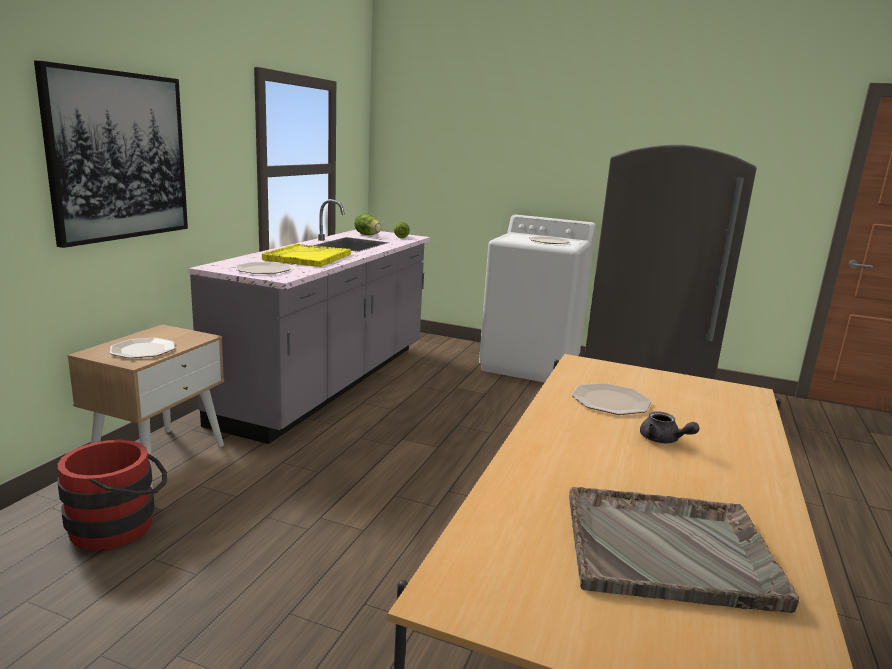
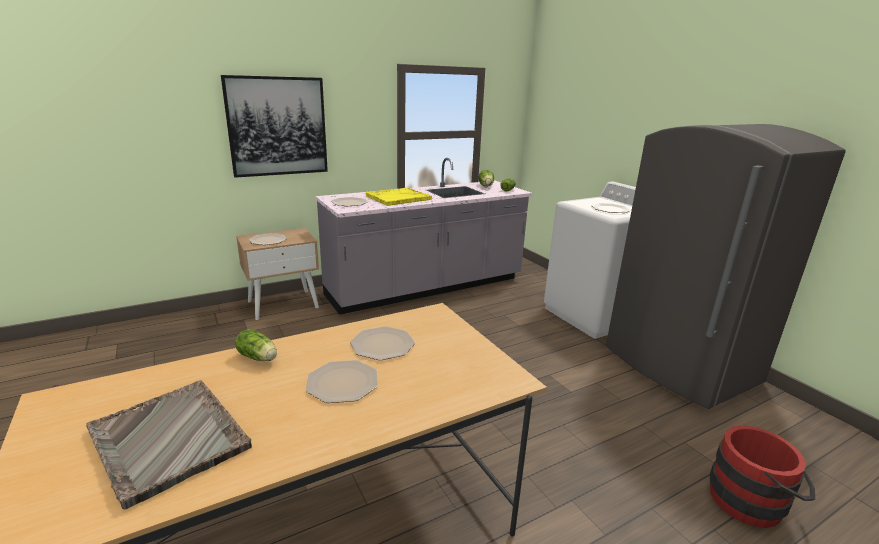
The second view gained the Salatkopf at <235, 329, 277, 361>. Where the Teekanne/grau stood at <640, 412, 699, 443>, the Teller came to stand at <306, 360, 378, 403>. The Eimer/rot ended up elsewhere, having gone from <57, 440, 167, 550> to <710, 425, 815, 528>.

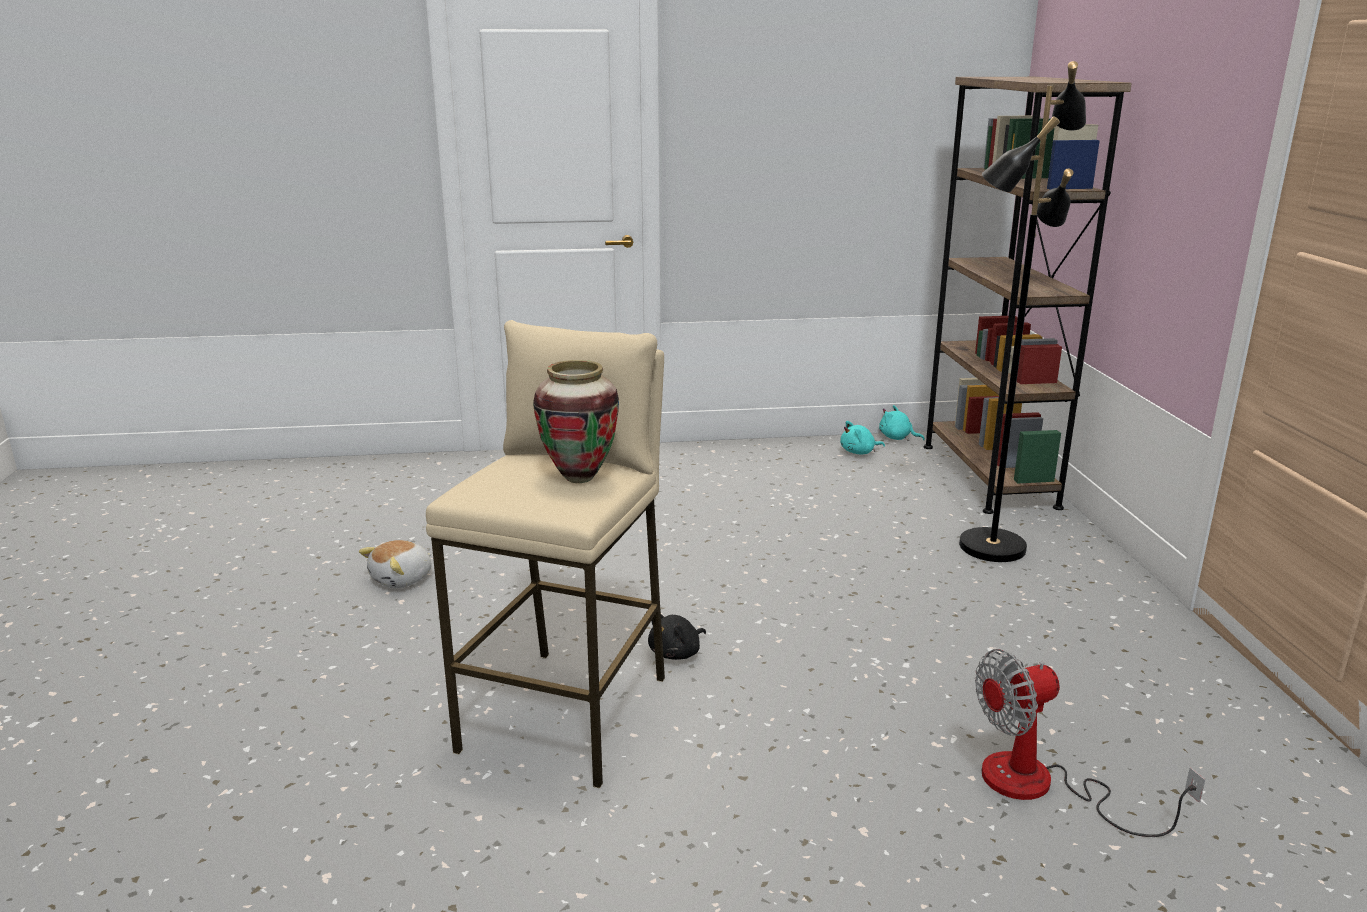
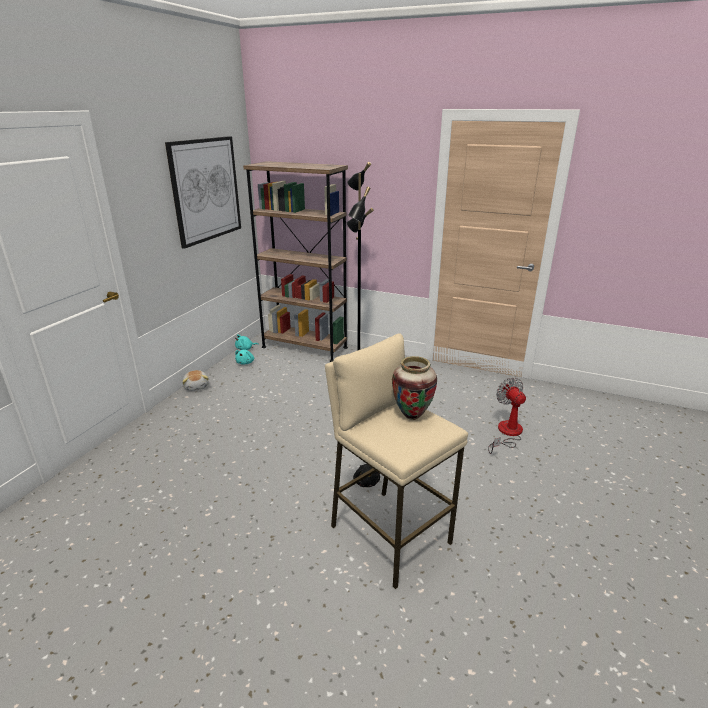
The second view gained the Bild at <165, 136, 241, 249>. The Plüschtier ended up elsewhere, having gone from <359, 540, 432, 588> to <182, 370, 209, 391>. The Ventilator at <975, 649, 1205, 837> ended up facing another way, 150 degrees clockwise from before.

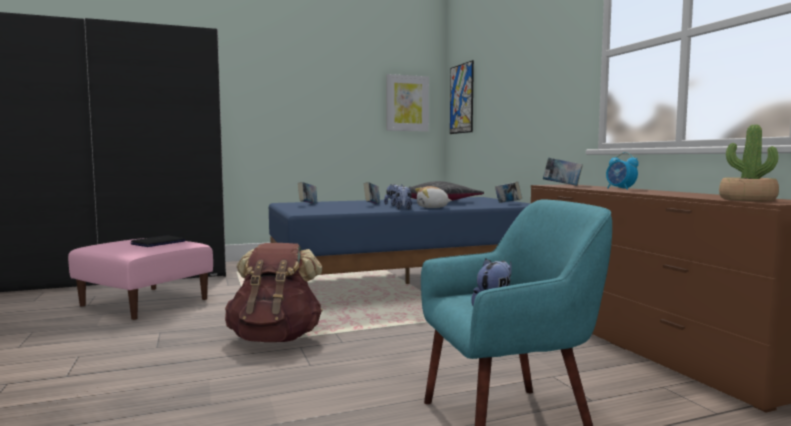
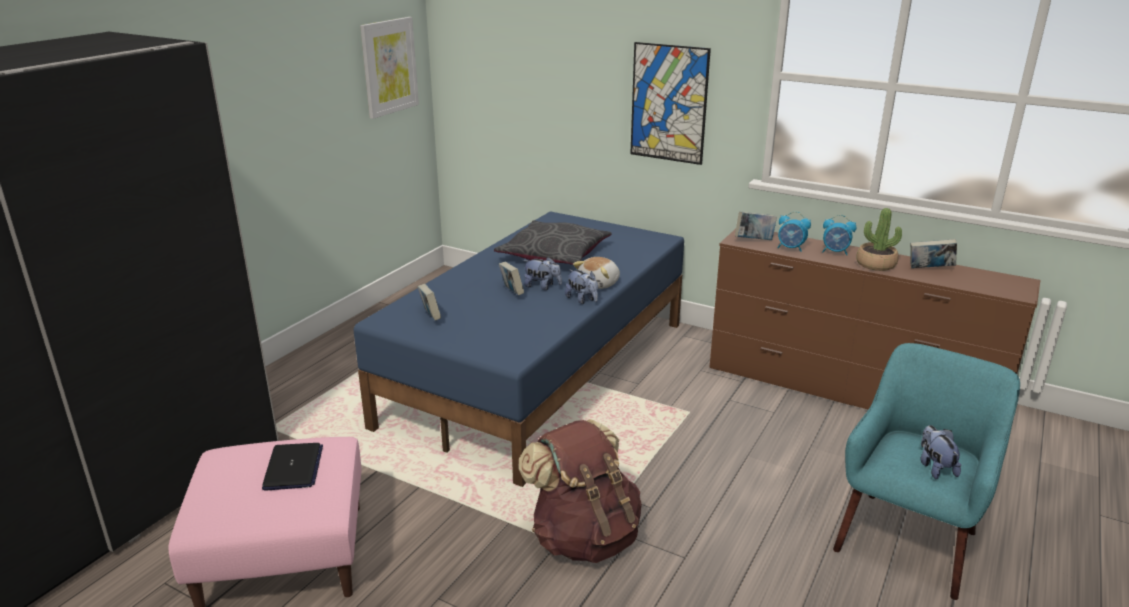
The Bild ended up elsewhere, having gone from <450, 60, 474, 134> to <630, 42, 711, 165>. The second view gained the Wecker at <777, 211, 811, 252>. The Topfpflanze ended up elsewhere, having gone from <719, 125, 779, 202> to <857, 208, 902, 271>. The Buch ended up elsewhere, having gone from <495, 181, 522, 203> to <910, 239, 957, 268>.

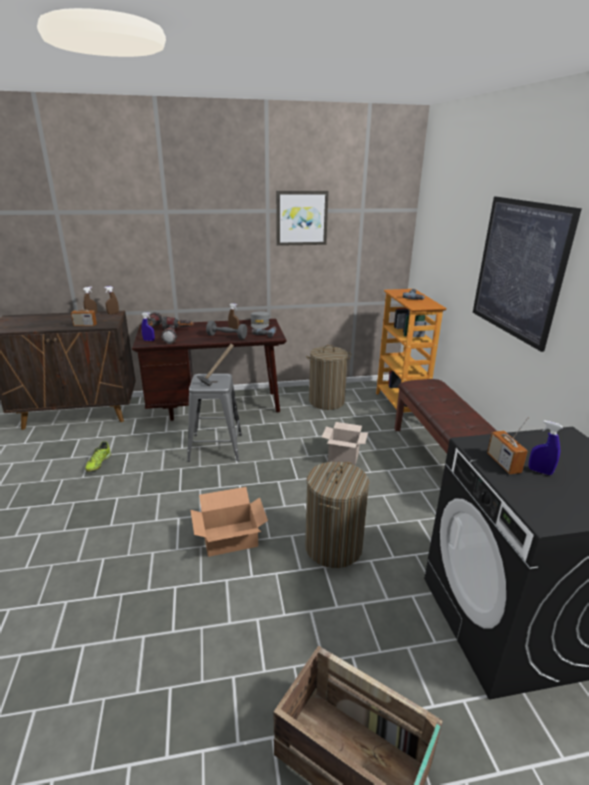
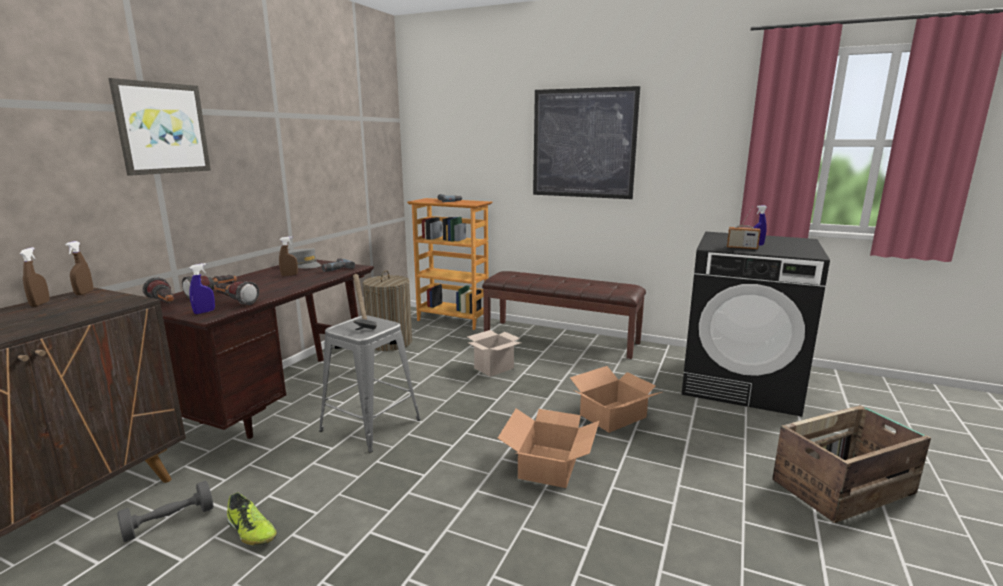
The Bild ended up elsewhere, having gone from <276, 191, 329, 246> to <108, 78, 211, 176>. The Hantel/grau ended up elsewhere, having gone from <206, 321, 247, 339> to <117, 481, 213, 542>. Where the Wäschekorb stood at <305, 462, 370, 568>, the Karton came to stand at <570, 366, 662, 433>. The second view lost the Radio at <71, 297, 97, 326>.

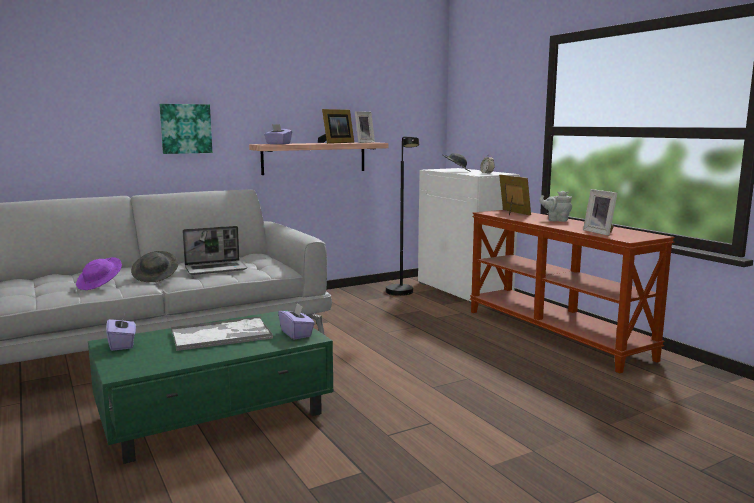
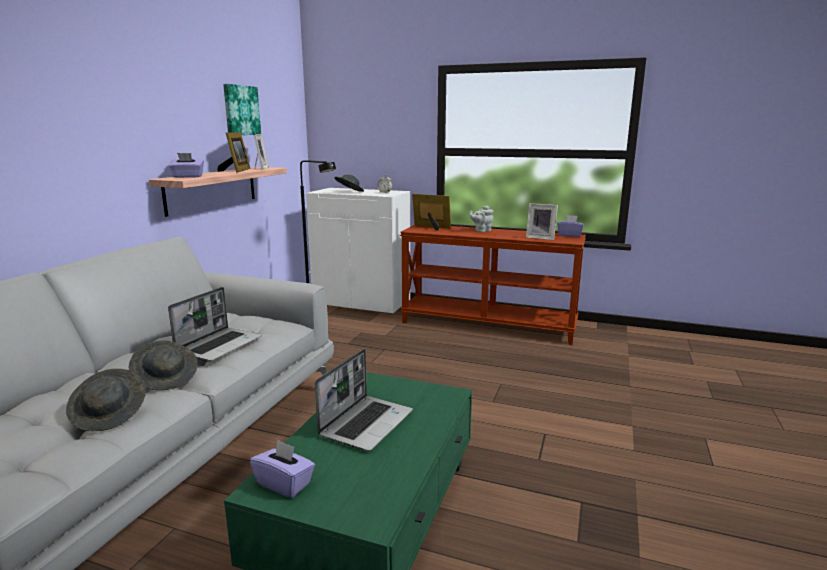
What was the Hut/lila at <76, 257, 122, 290> turned into the Hut/grau at <66, 369, 146, 431>. The Bild ended up elsewhere, having gone from <159, 104, 212, 154> to <223, 84, 261, 135>. Where the Tablett stood at <171, 316, 273, 351>, the Laptop came to stand at <315, 349, 413, 451>. The Taschentuchbox/lila ended up elsewhere, having gone from <278, 303, 315, 340> to <557, 215, 584, 237>.

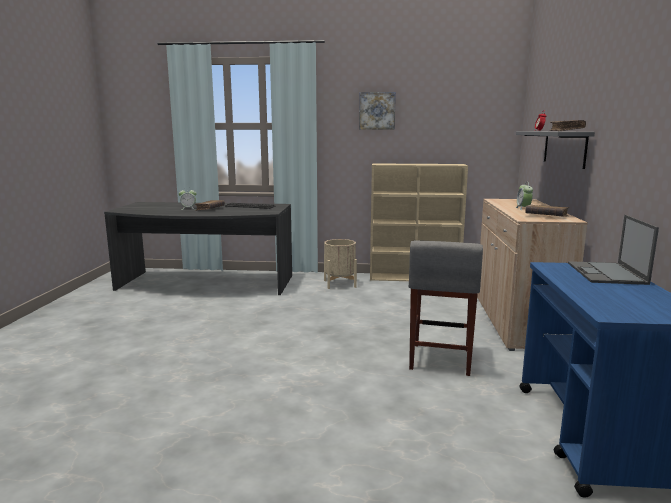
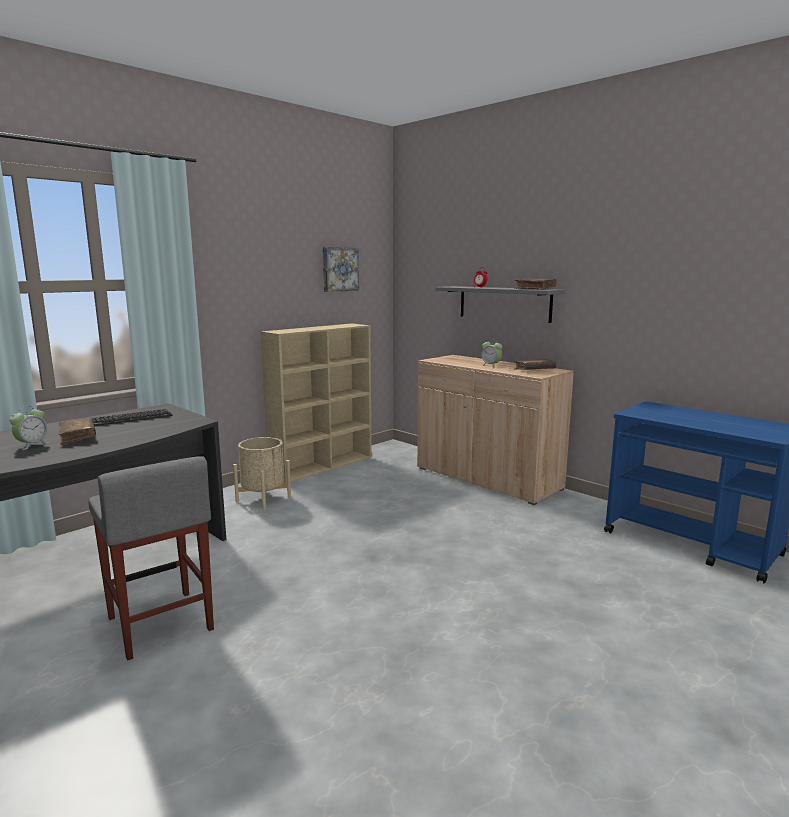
The Hocker/grau ended up elsewhere, having gone from <409, 240, 483, 376> to <88, 456, 214, 661>. The Bild ended up elsewhere, having gone from <359, 92, 396, 130> to <323, 247, 359, 292>. The second view lost the Laptop at <568, 215, 659, 285>.

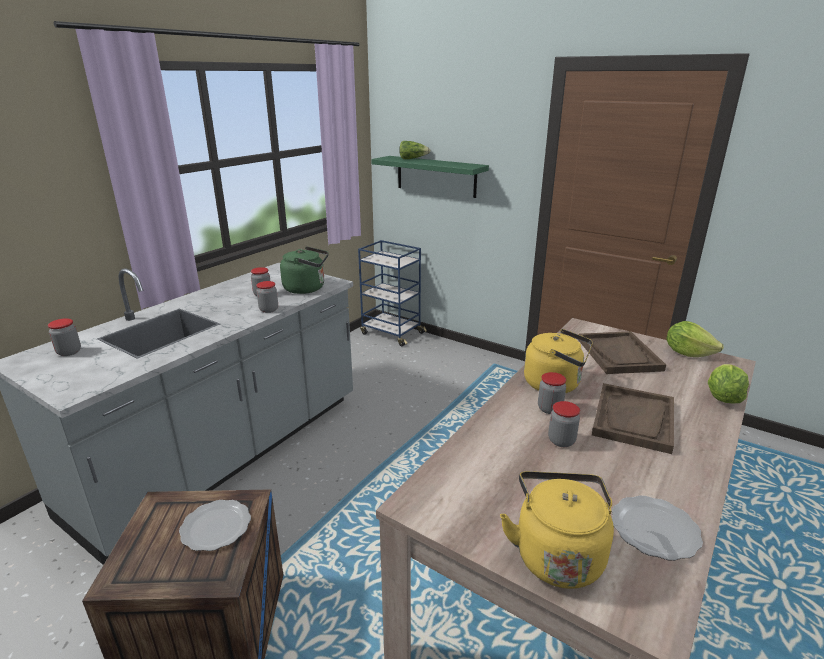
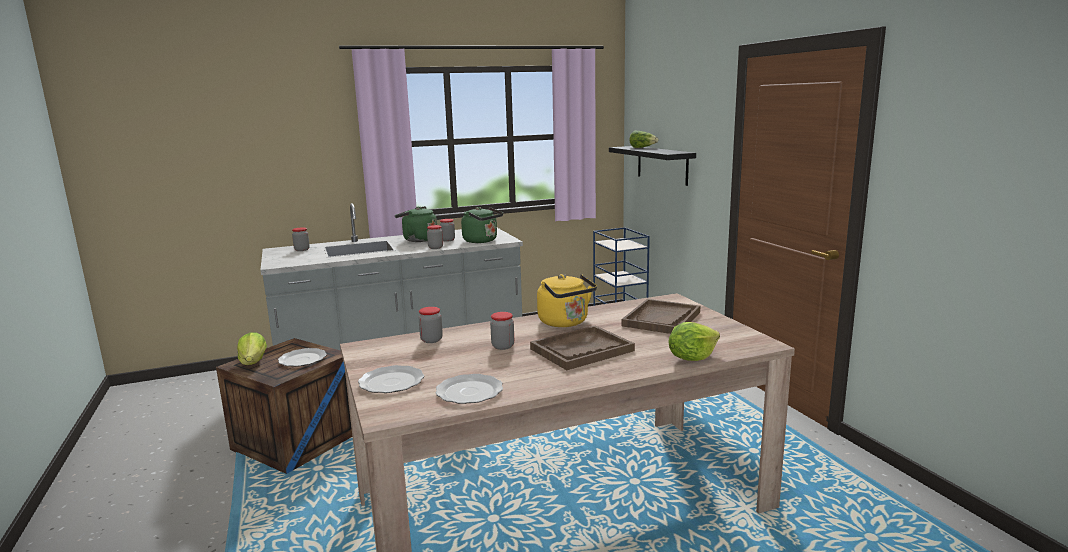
The Salatkopf ended up elsewhere, having gone from <667, 321, 724, 357> to <237, 333, 267, 365>. Where the Wasserkessel/gelb stood at <500, 471, 614, 589>, the Teller came to stand at <358, 365, 424, 393>. The second view gained the Wasserkessel/grün at <395, 206, 437, 242>. The Vorratsglas ended up elsewhere, having gone from <538, 372, 566, 414> to <419, 307, 443, 343>. What was the Wandregal/grün at <371, 156, 489, 198> turned into the Wandregal/schwarz at <609, 146, 696, 186>.

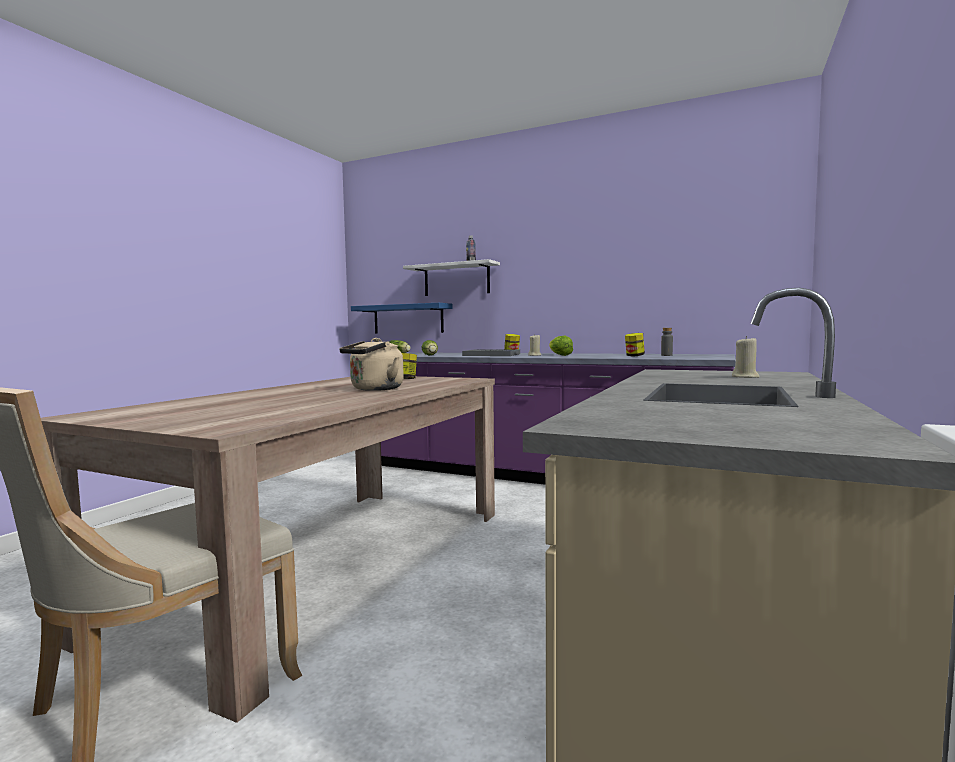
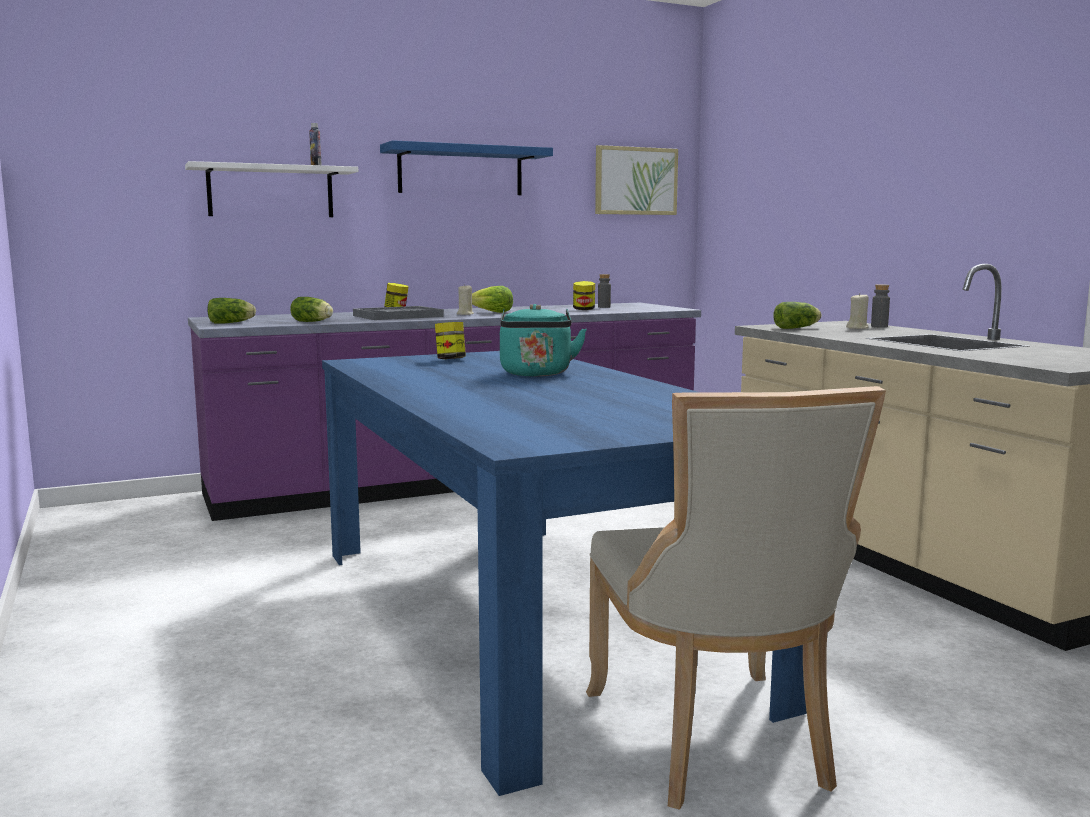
What was the Esstisch/beige at <41, 376, 495, 723> turned into the Esstisch/blau at <322, 351, 807, 796>. The Wandregal/blau ended up elsewhere, having gone from <351, 303, 452, 333> to <380, 140, 553, 195>. What was the Wasserkessel/beige at <339, 338, 404, 391> turned into the Wasserkessel/türkis at <500, 304, 587, 377>. The second view gained the Bild at <595, 145, 678, 215>. The second view gained the Salatkopf at <773, 302, 822, 329>. The second view gained the Flasche/grau at <871, 284, 890, 327>.

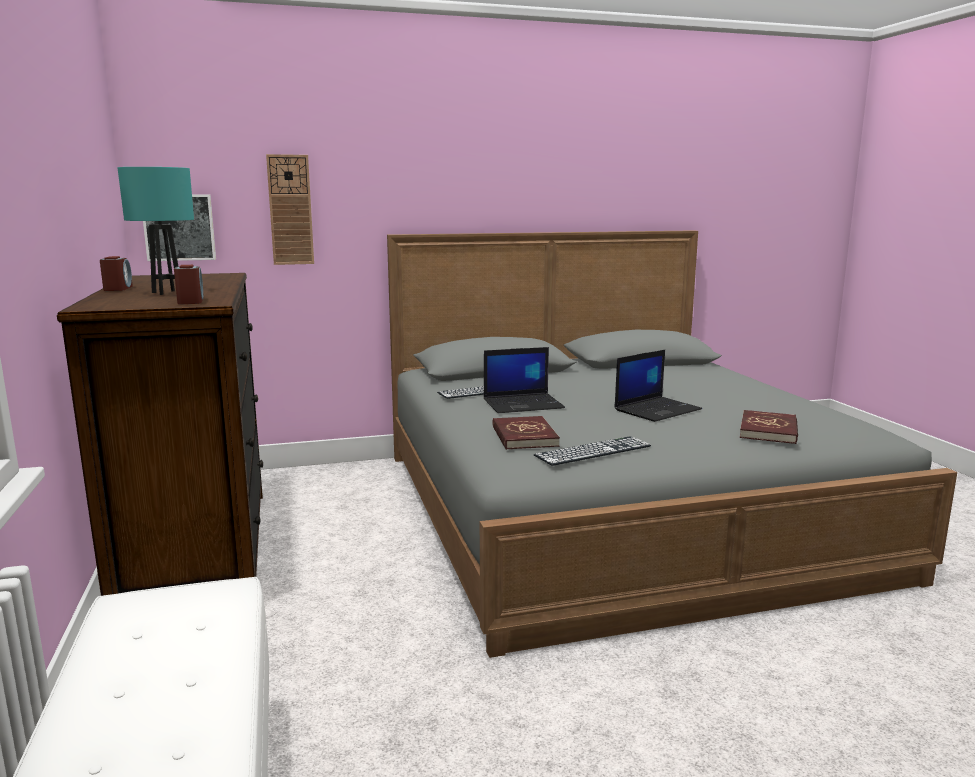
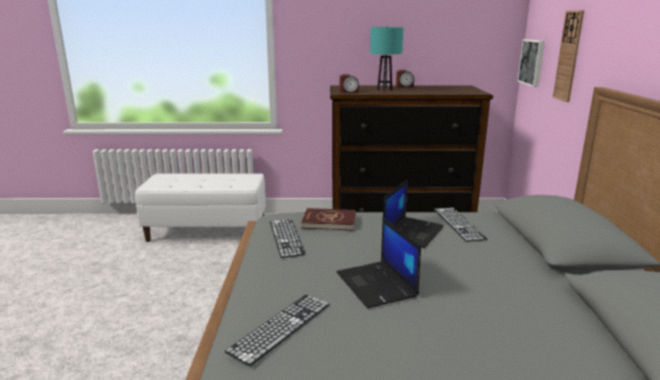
Where the Buch/rot stood at <740, 410, 798, 444>, the Tastatur came to stand at <224, 295, 330, 366>. The Laptop at <484, 347, 565, 413> ended up facing another way, 150 degrees counterclockwise from before.

